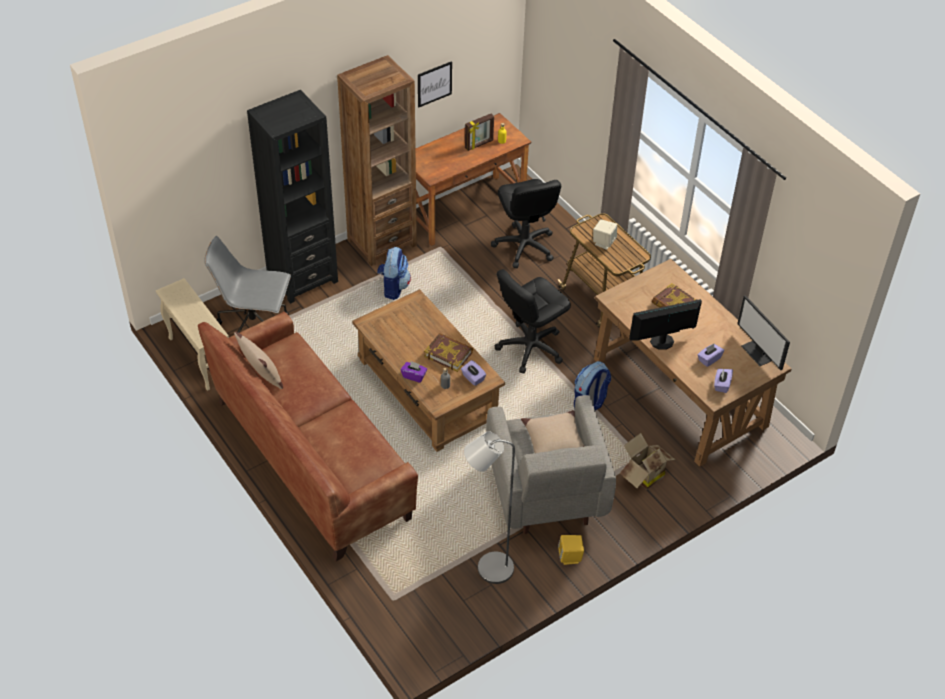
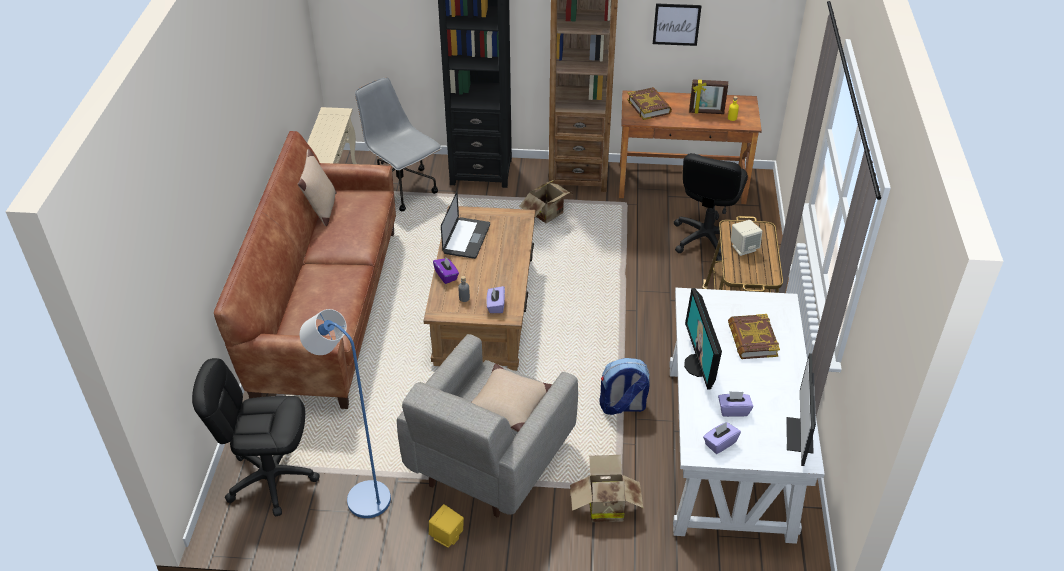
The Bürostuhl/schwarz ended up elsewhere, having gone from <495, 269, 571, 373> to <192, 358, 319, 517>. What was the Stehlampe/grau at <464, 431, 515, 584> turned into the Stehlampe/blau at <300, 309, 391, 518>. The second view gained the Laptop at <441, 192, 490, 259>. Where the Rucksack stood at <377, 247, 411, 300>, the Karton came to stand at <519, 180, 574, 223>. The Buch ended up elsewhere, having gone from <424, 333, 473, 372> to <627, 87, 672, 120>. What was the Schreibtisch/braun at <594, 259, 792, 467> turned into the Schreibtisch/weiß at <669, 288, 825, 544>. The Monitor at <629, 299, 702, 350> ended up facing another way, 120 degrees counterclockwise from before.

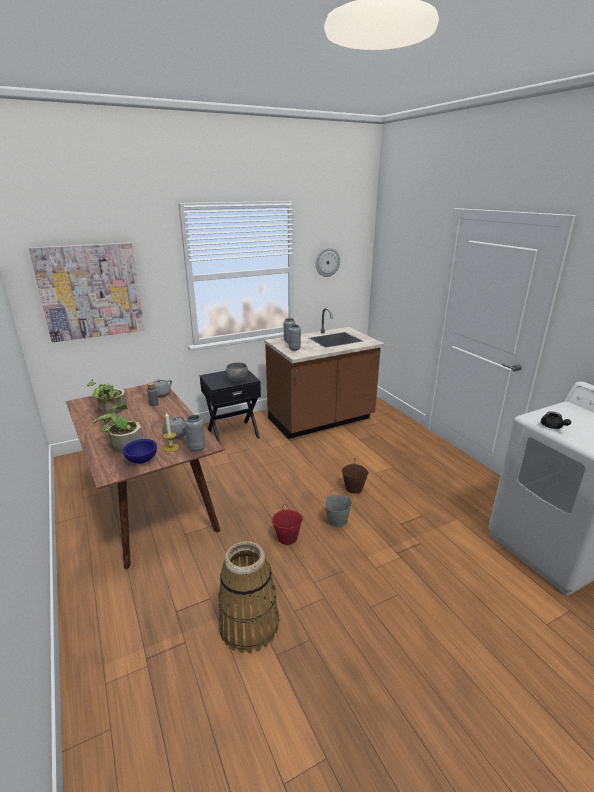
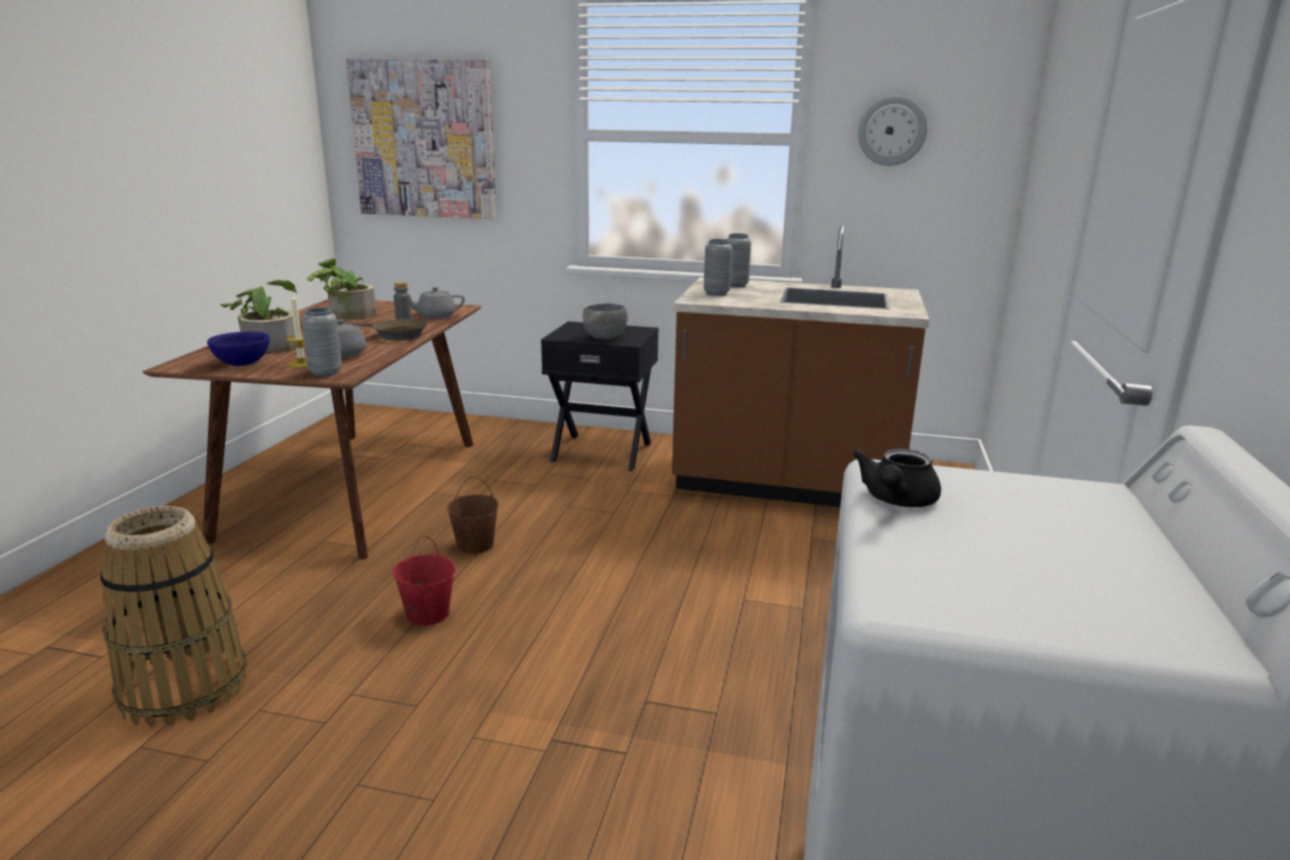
The second view gained the Pfanne/braun at <350, 319, 427, 341>. The Eimer/braun ended up elsewhere, having gone from <341, 458, 369, 494> to <447, 476, 499, 554>. The second view lost the Eimer/grau at <324, 489, 352, 528>.

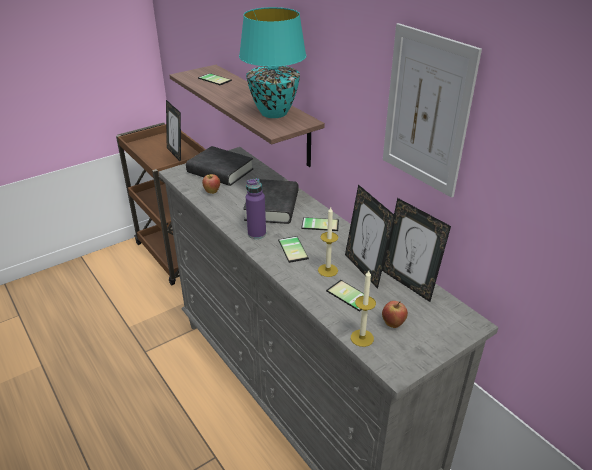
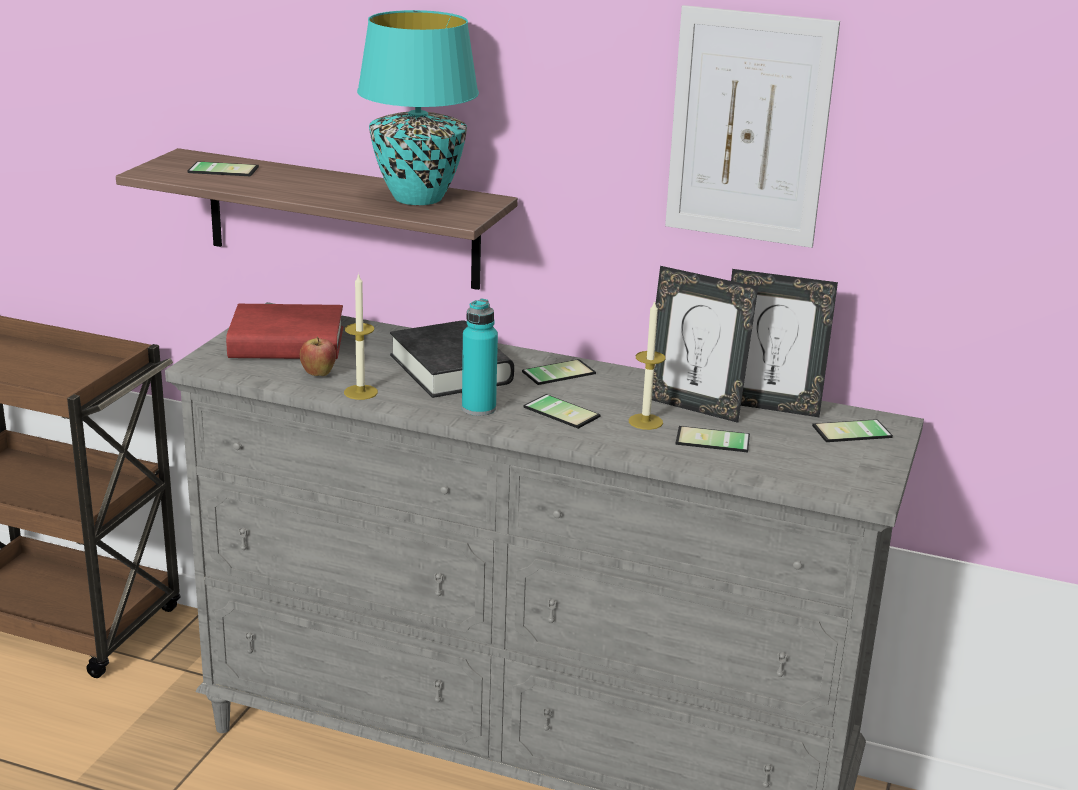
What was the Buch/schwarz at <186, 146, 254, 186> turned into the Buch/rot at <226, 304, 343, 359>. The Kerze ended up elsewhere, having gone from <351, 270, 376, 347> to <344, 273, 378, 400>. What was the Flasche/lila at <246, 178, 266, 239> turned into the Flasche/türkis at <462, 299, 498, 416>. The second view gained the Handy at <812, 419, 893, 442>. The second view lost the Bilderrahmen at <166, 100, 181, 161>. The second view lost the Apfel at <382, 301, 408, 328>.

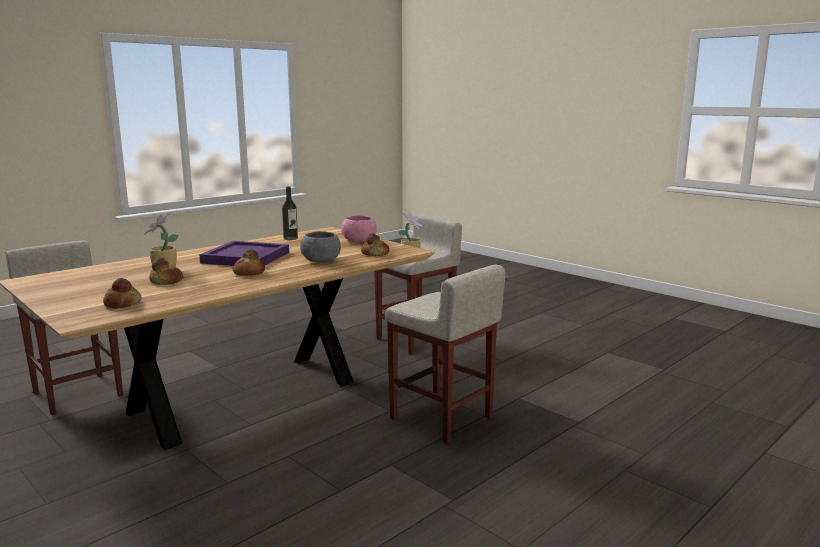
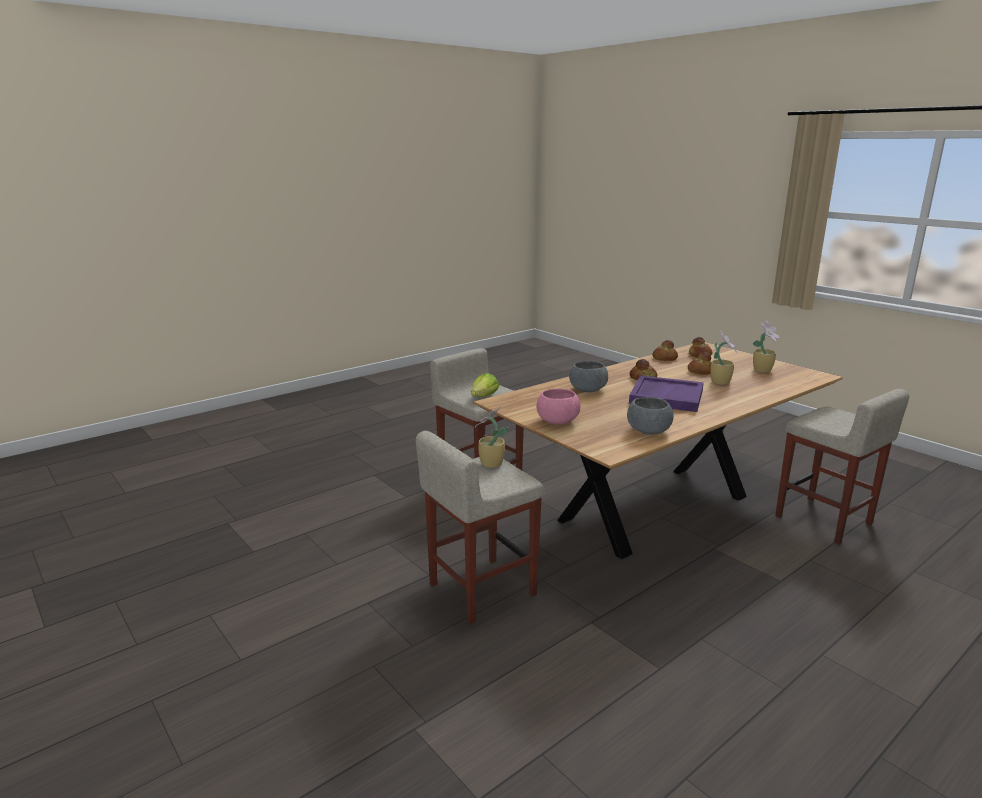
The second view gained the Salatkopf at <471, 373, 499, 397>. Where the Flasche stood at <282, 186, 298, 240>, the Schüssel/grau came to stand at <627, 397, 674, 434>. The Brot ended up elsewhere, having gone from <361, 233, 389, 256> to <652, 340, 678, 361>. The second view gained the Topfpflanze at <753, 321, 781, 373>.

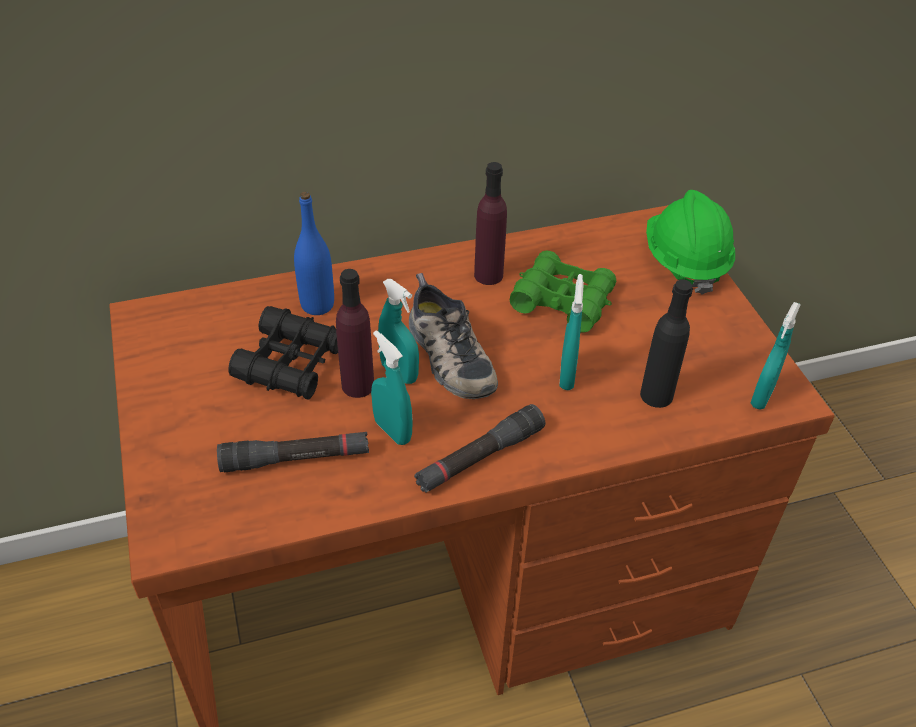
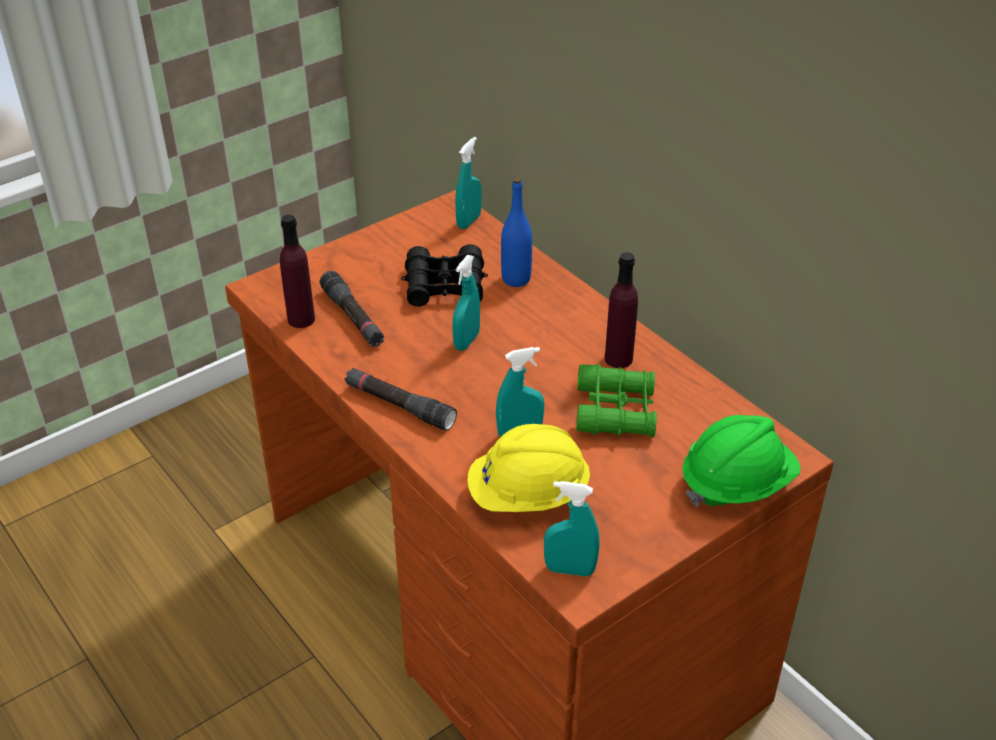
The Flasche/lila ended up elsewhere, having gone from <336, 269, 374, 398> to <280, 215, 315, 328>. The Sprühflasche/türkis ended up elsewhere, having gone from <371, 330, 413, 445> to <455, 137, 482, 229>. Where the Flasche/schwarz stood at <640, 279, 693, 408>, the Schutzhelm/gelb came to stand at <468, 424, 590, 512>. The second view lost the Schuh at <409, 273, 498, 399>.

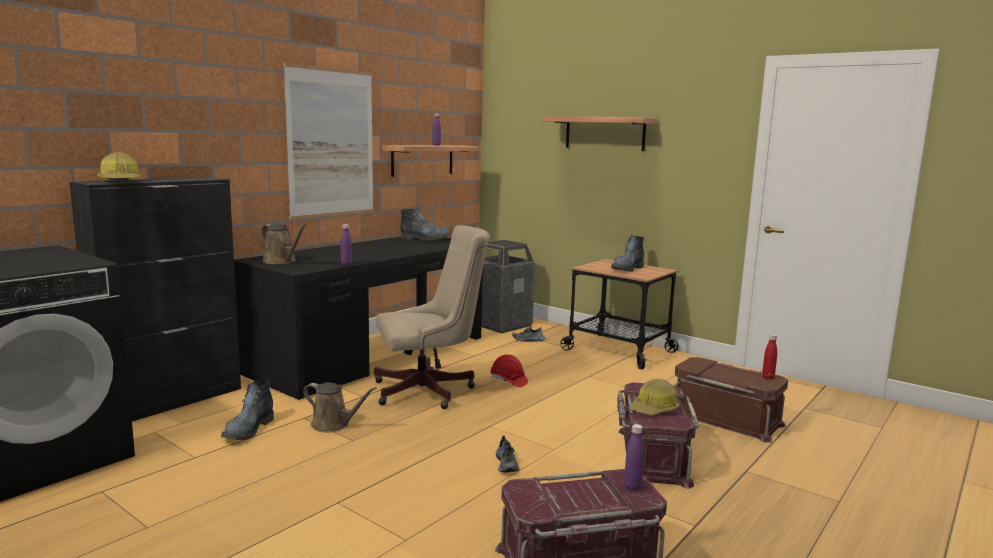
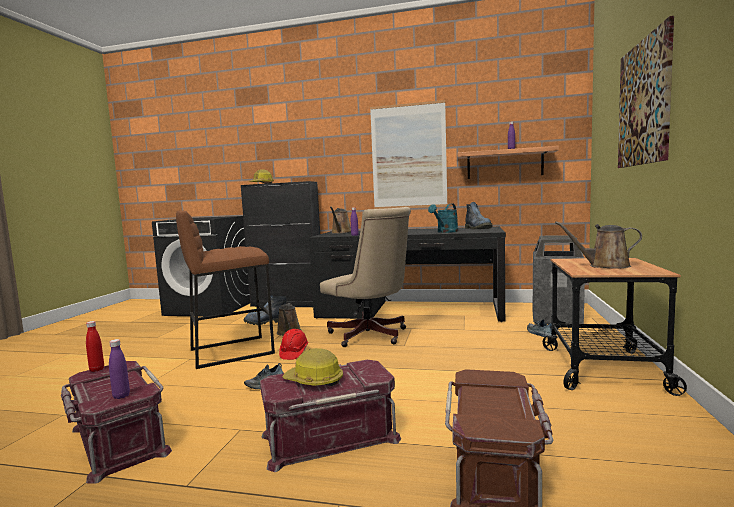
The Flasche/rot ended up elsewhere, having gone from <762, 335, 777, 380> to <86, 321, 104, 372>. The second view gained the Hocker/braun at <176, 210, 275, 369>. The Schutzhelm/rot ended up elsewhere, having gone from <490, 354, 528, 387> to <279, 329, 309, 360>. The second view gained the Gießkanne/türkis at <428, 204, 458, 233>. Where the Stiefel stood at <611, 235, 644, 272>, the Gießkanne/braun came to stand at <555, 222, 642, 269>. Where the Wandregal hung at <542, 116, 658, 151>, the Bild came to hang at <618, 16, 674, 168>.

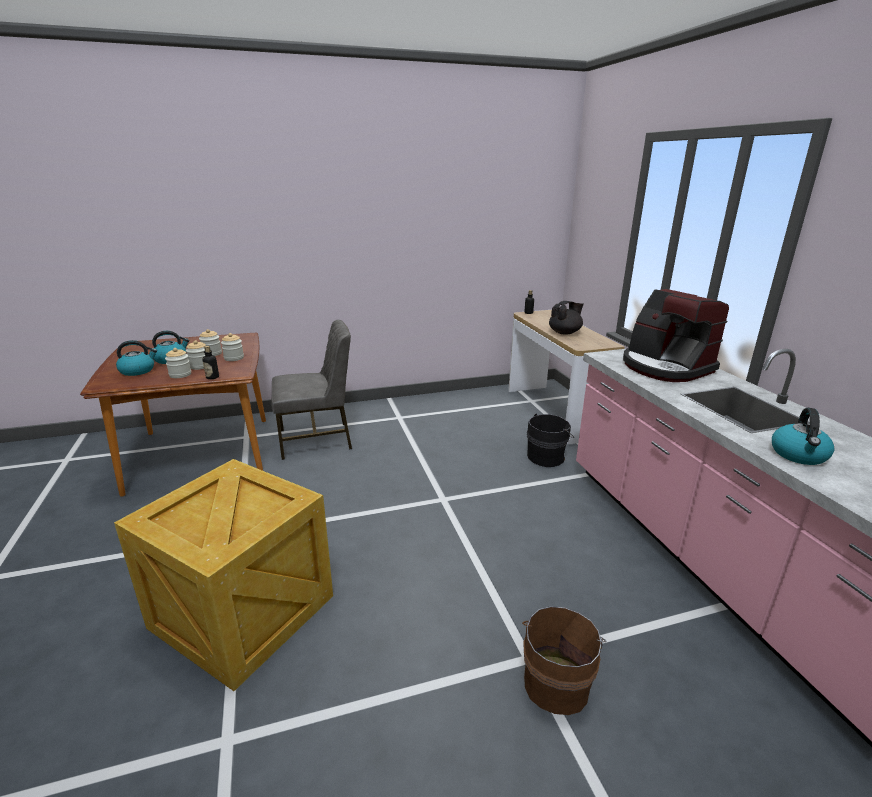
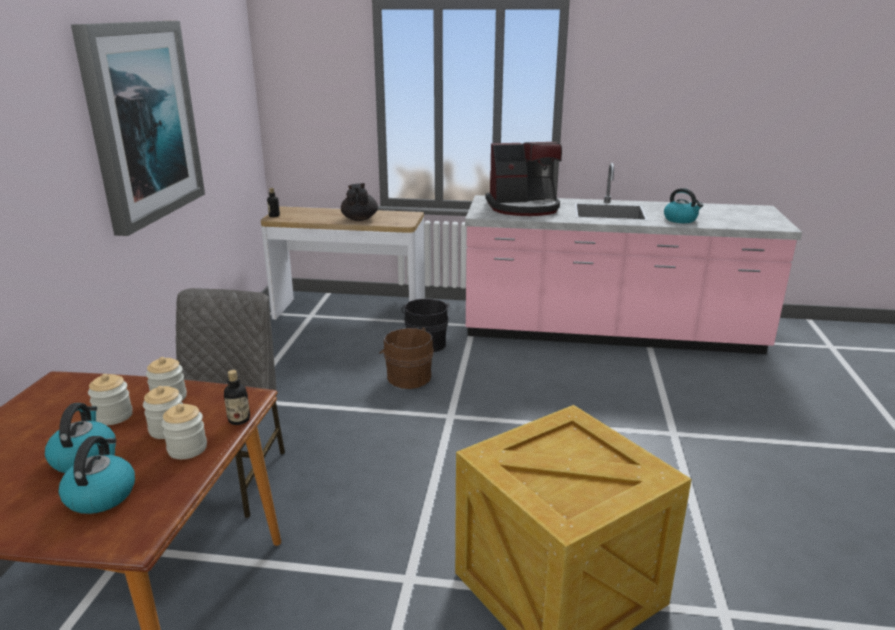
The second view gained the Bild at <71, 21, 205, 236>. The Eimer/braun ended up elsewhere, having gone from <522, 606, 607, 715> to <379, 327, 434, 389>.

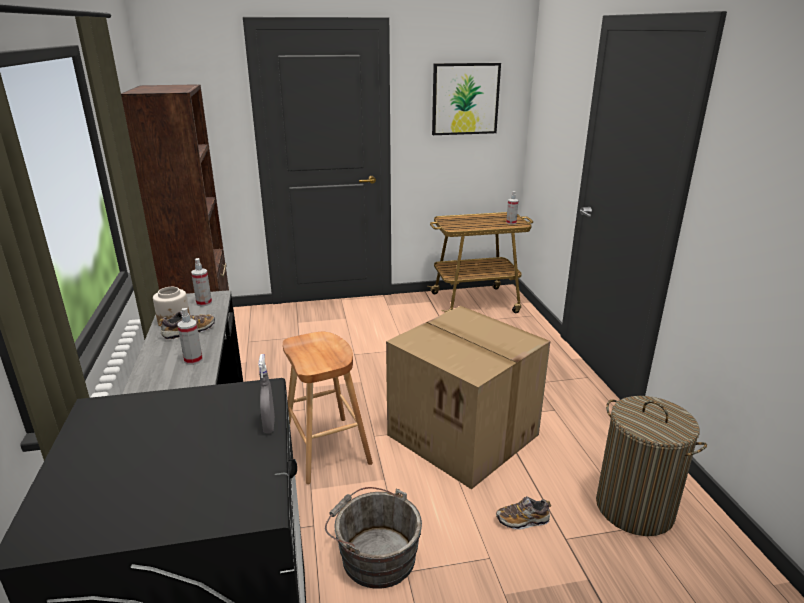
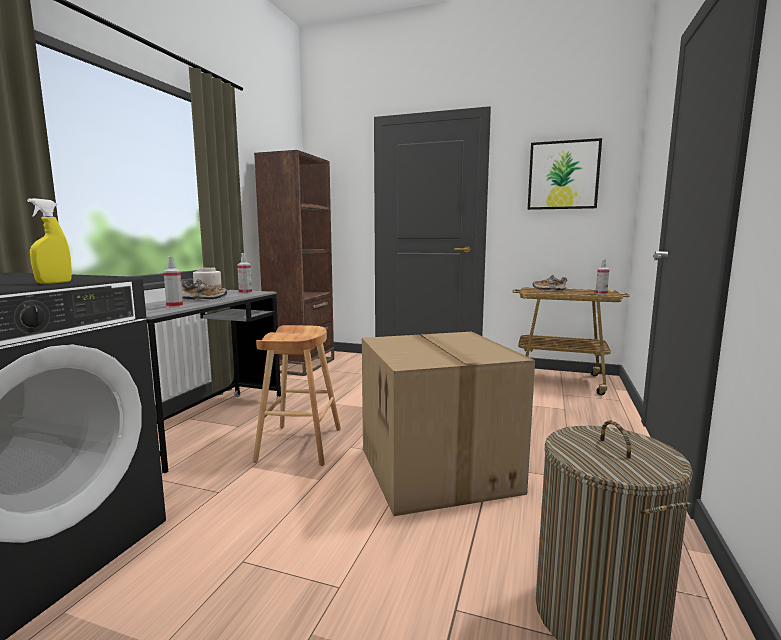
What was the Sprühflasche/grau at <258, 354, 275, 433> turned into the Sprühflasche/gelb at <27, 198, 72, 284>. The Schuh ended up elsewhere, having gone from <496, 496, 551, 530> to <532, 275, 568, 291>. The second view lost the Eimer/grau at <325, 487, 422, 589>.

